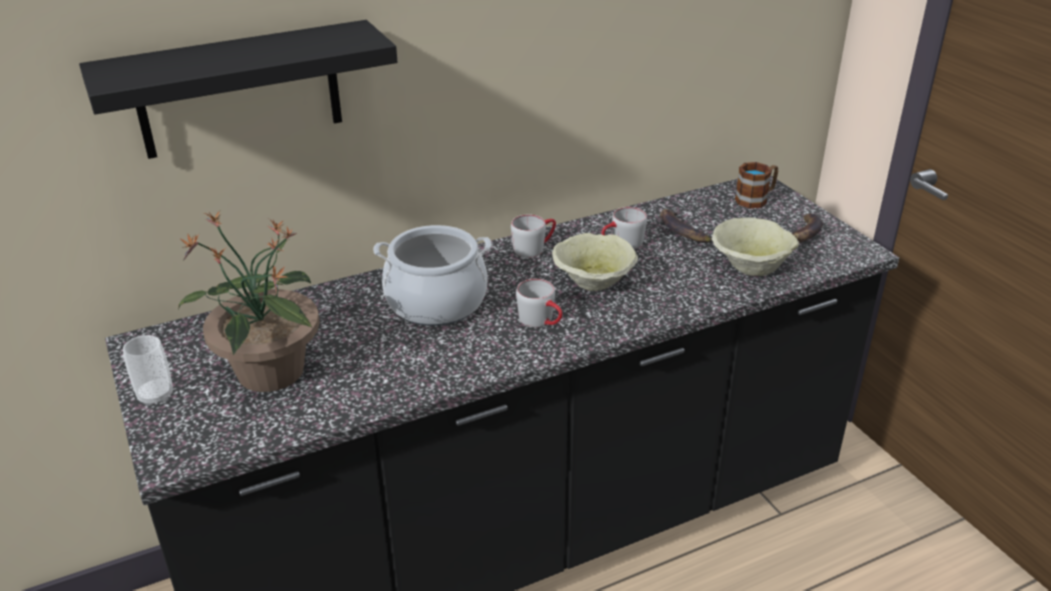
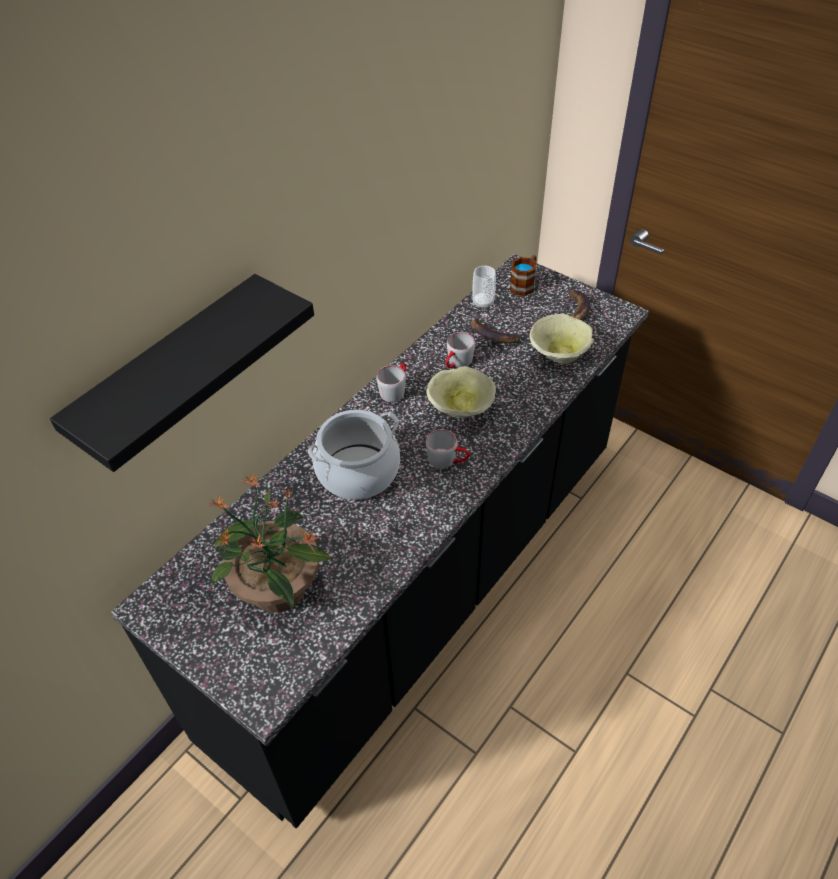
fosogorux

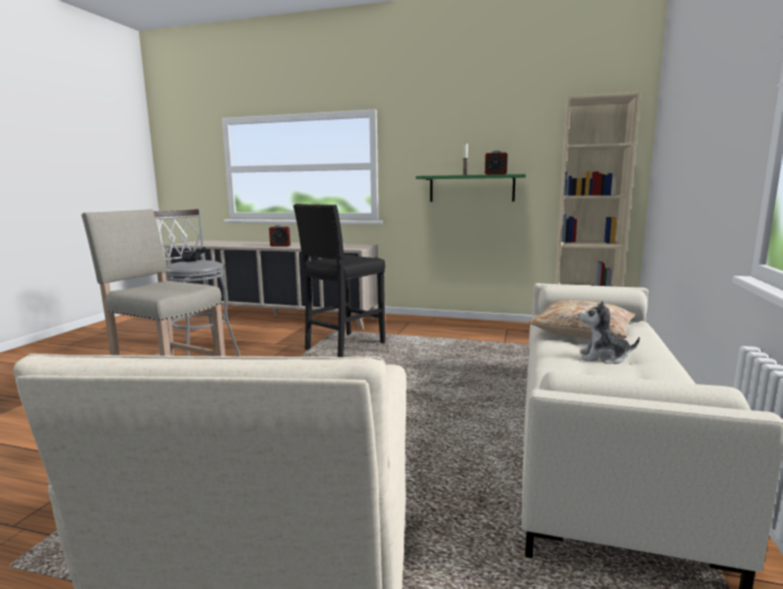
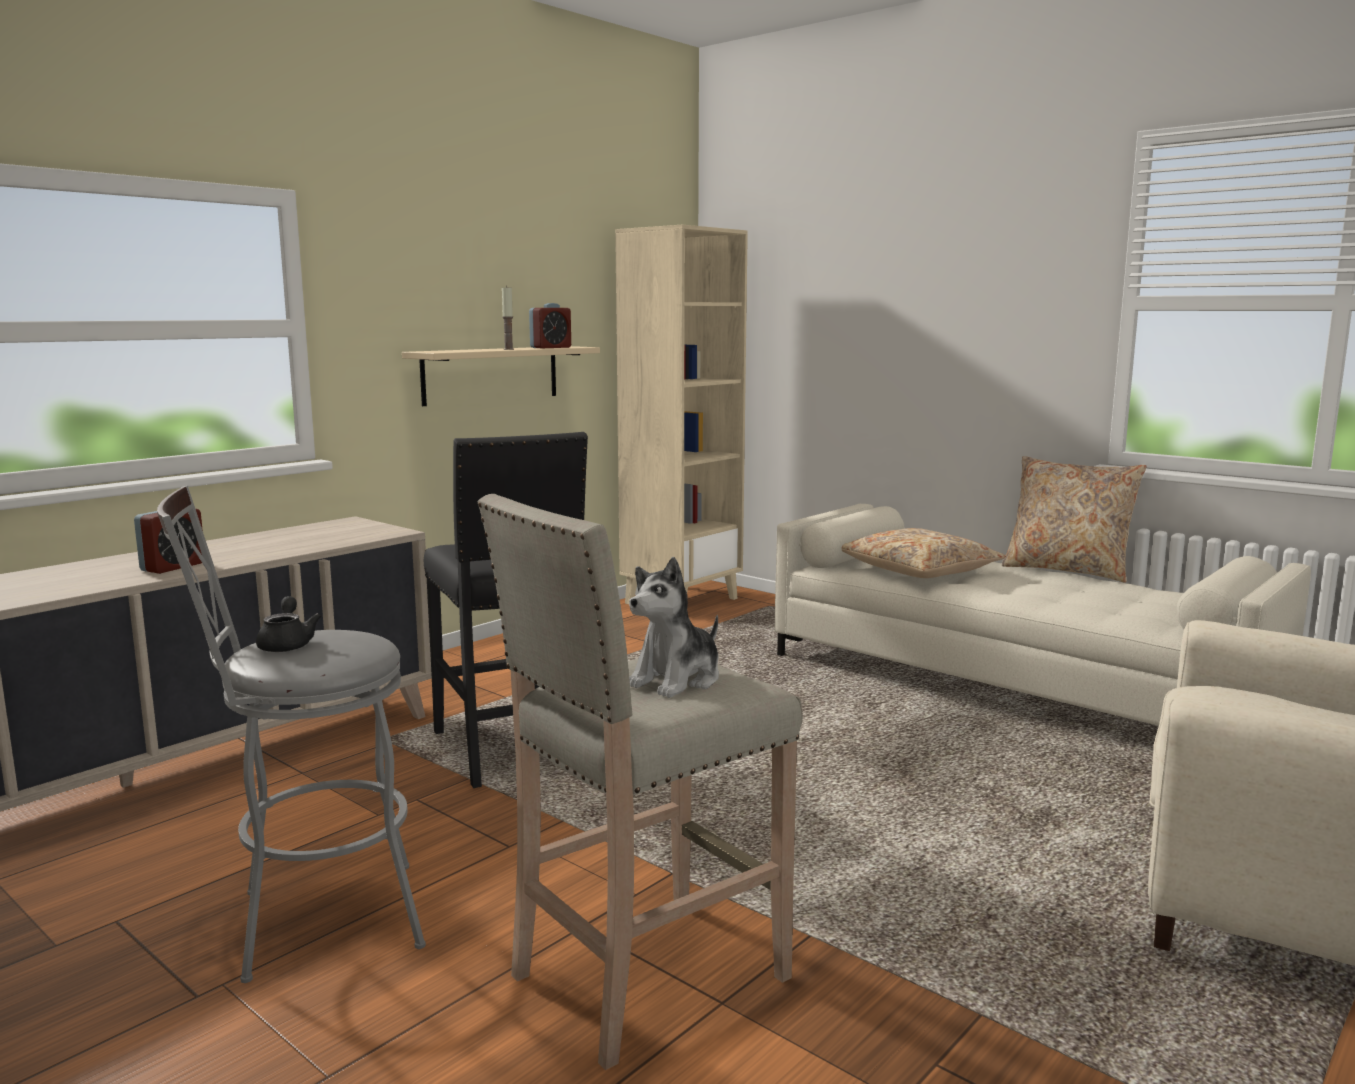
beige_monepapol
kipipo
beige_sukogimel (no. 2 from left)

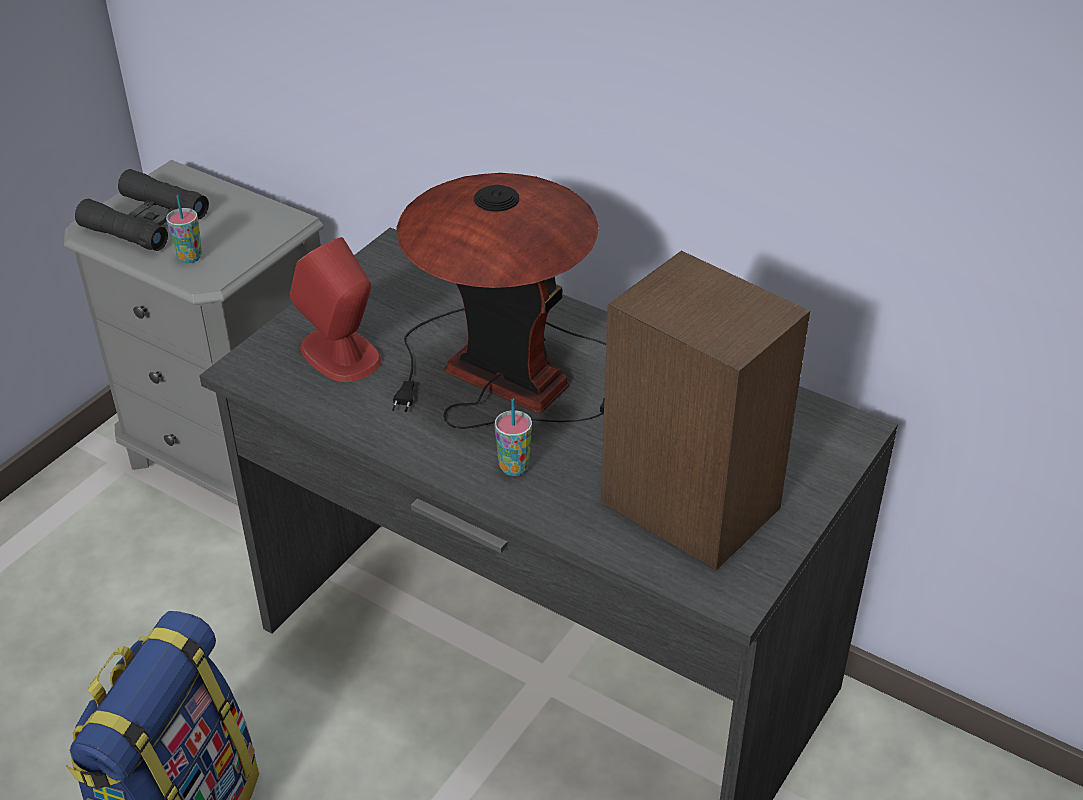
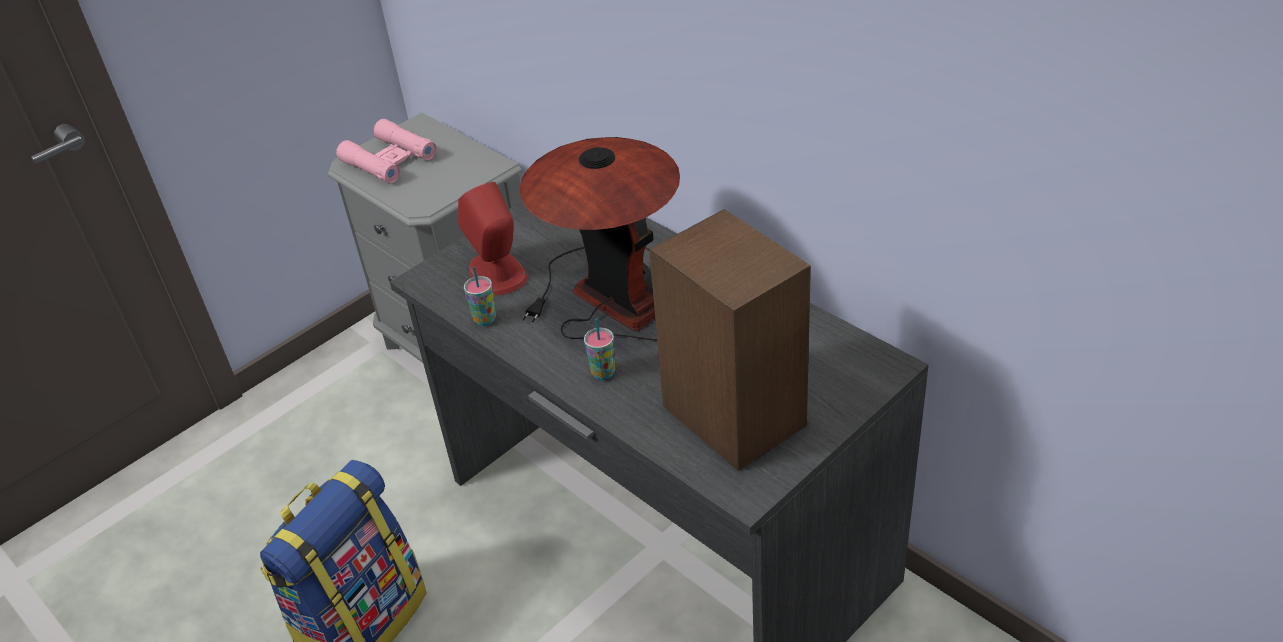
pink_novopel
fosogorux (no. 1 from left)

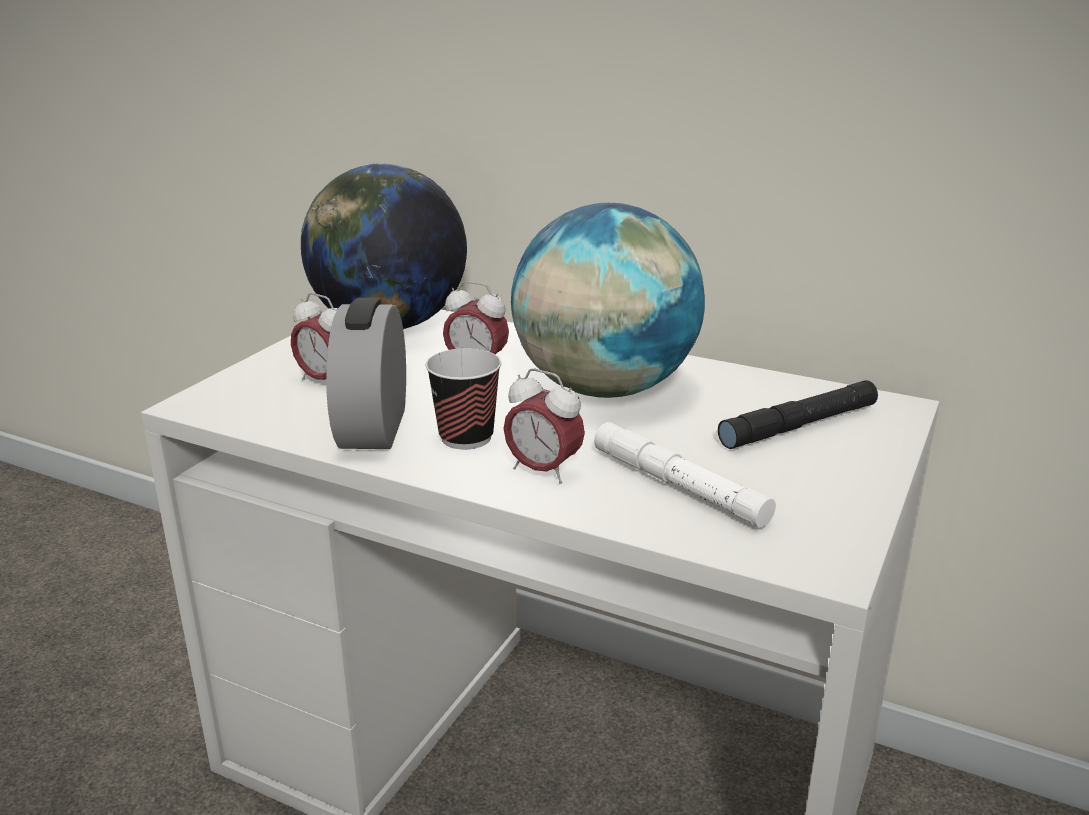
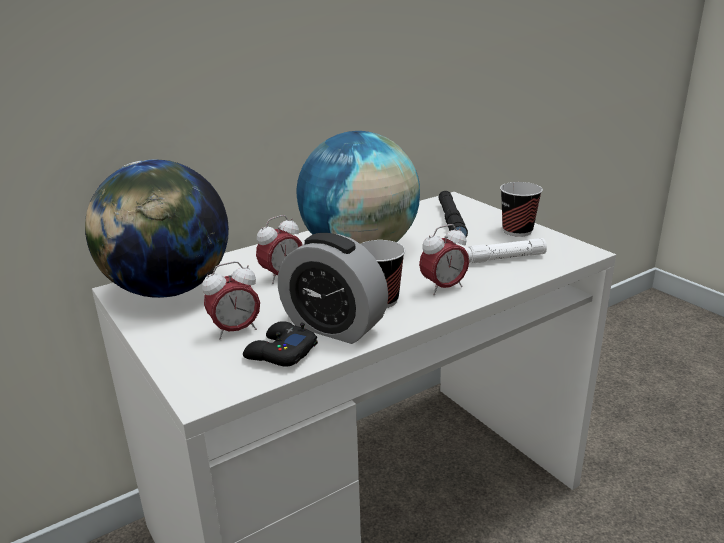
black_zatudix
fosogorux (no. 2 from left)

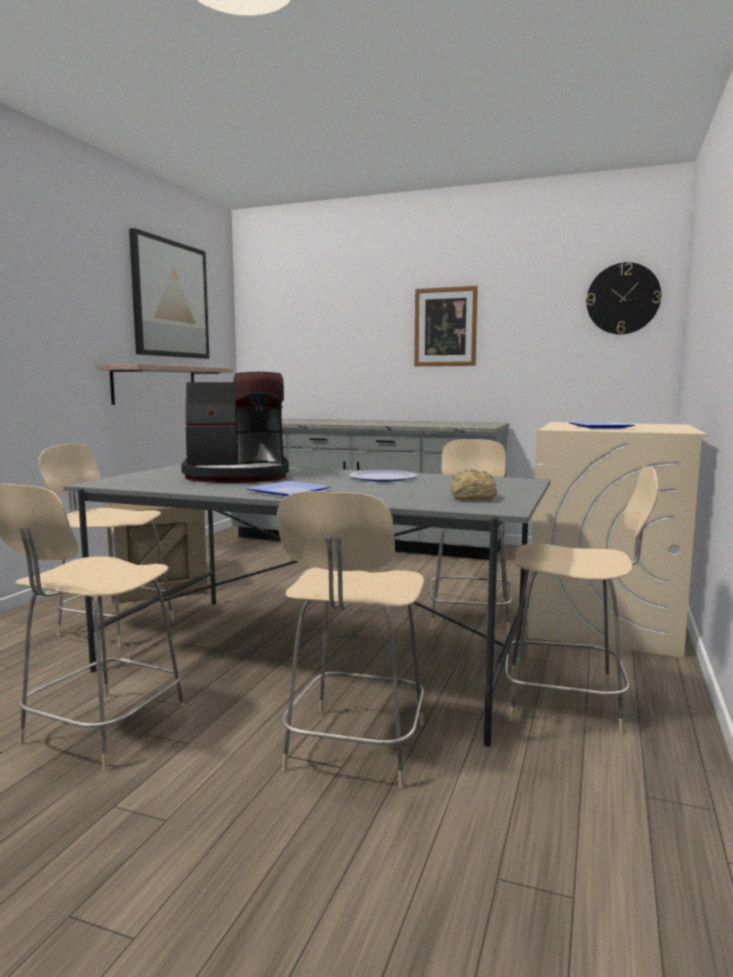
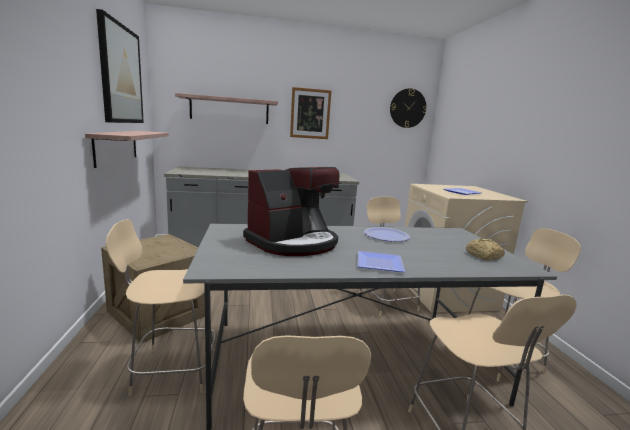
monepapol (no. 2 from left)

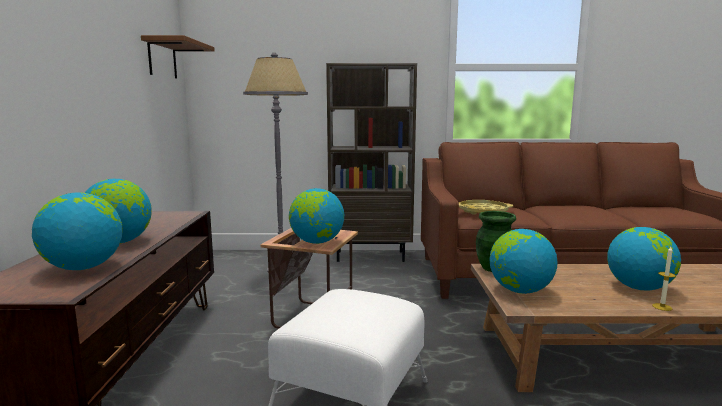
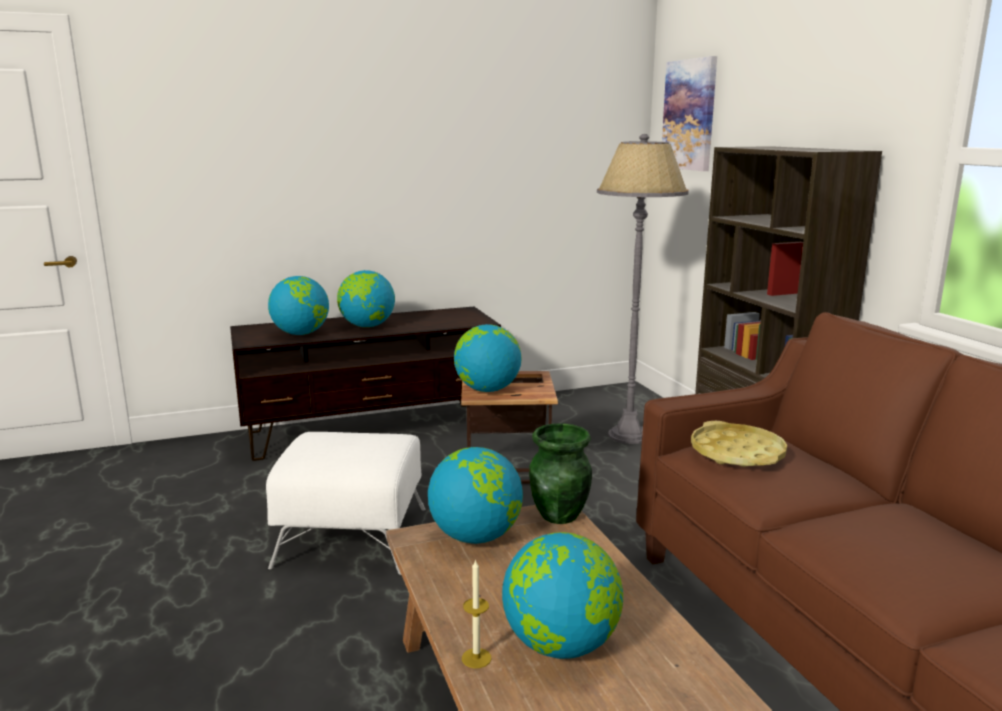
brown_monepapol
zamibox

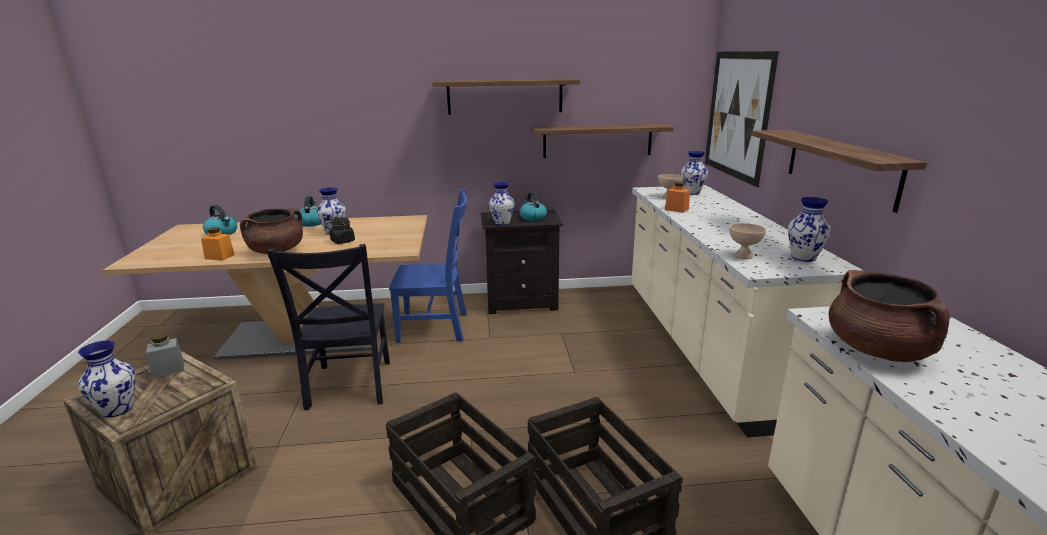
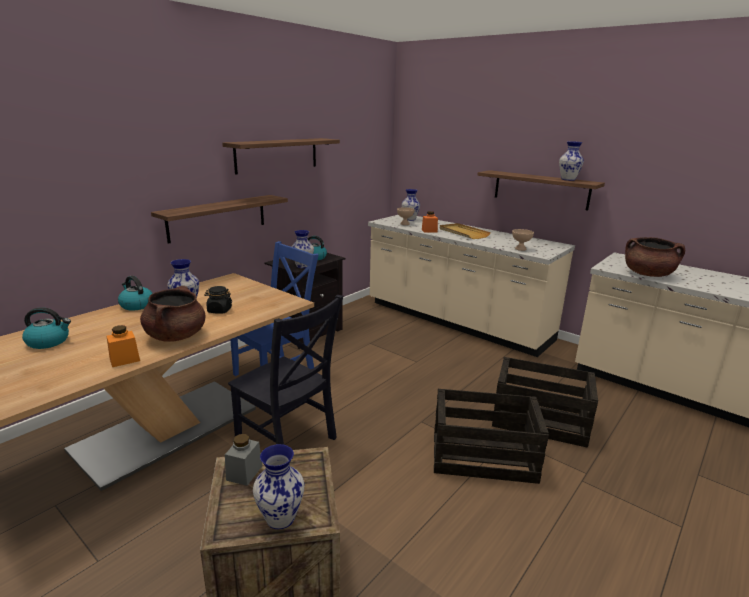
monepapol (no. 1 from left)
zamibox
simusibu (no. 5 from left)
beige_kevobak

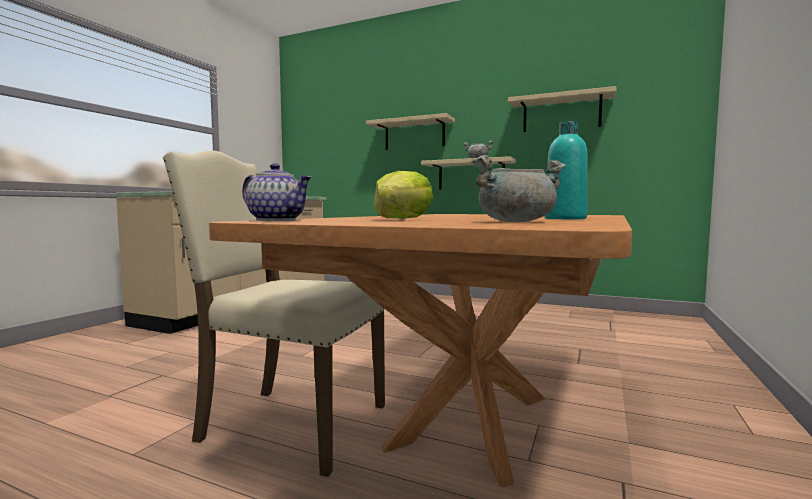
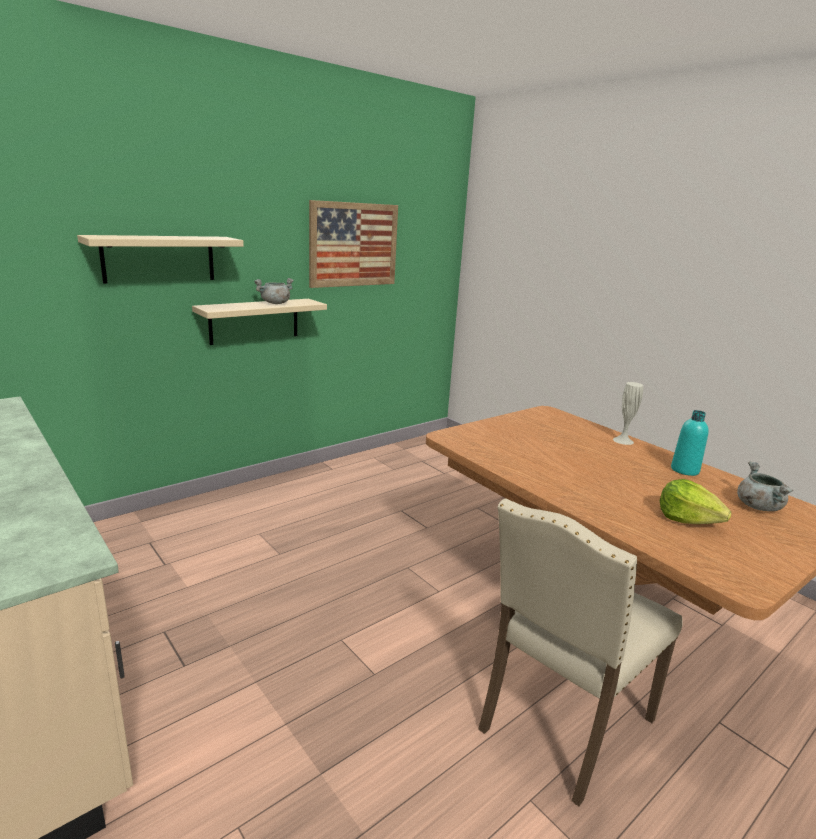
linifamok
zamibox
white_simusibu

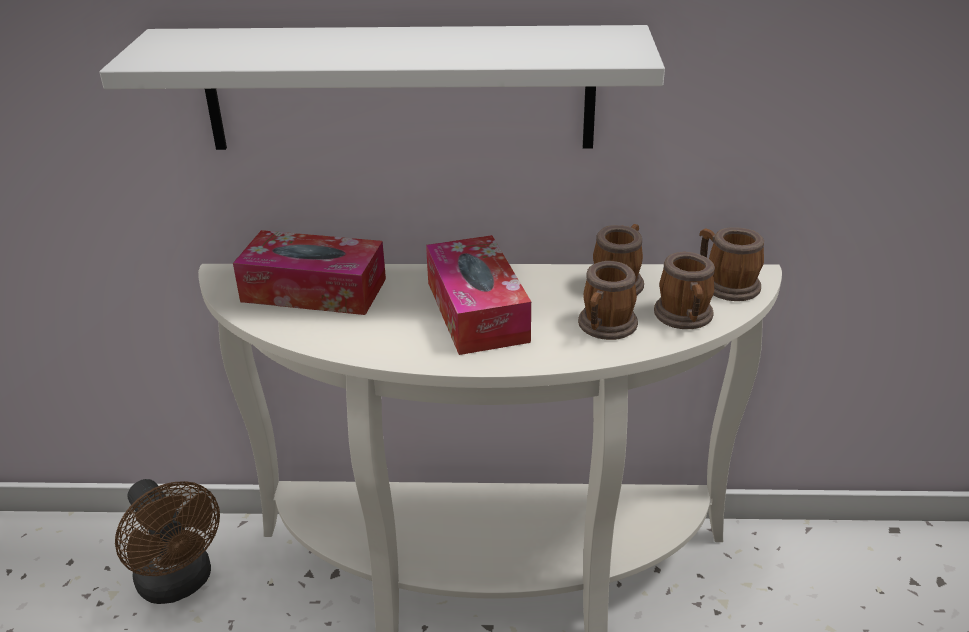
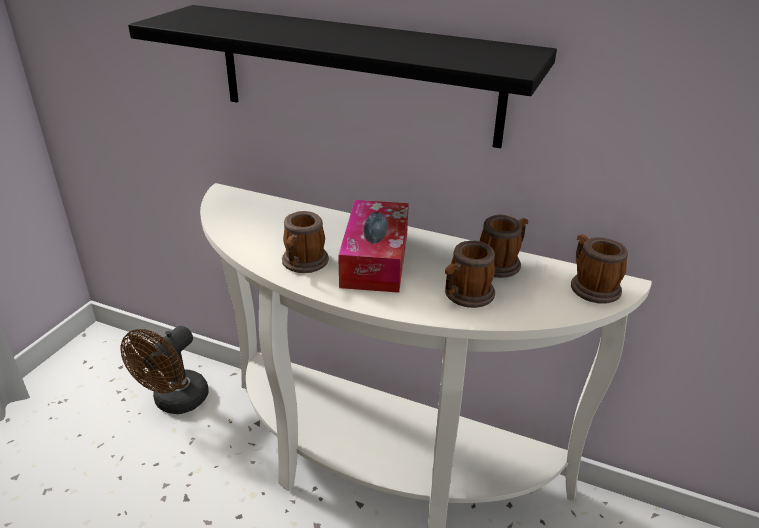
black_monepapol
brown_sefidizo
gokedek (no. 1 from left in the first image)
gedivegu (no. 1 from left)

